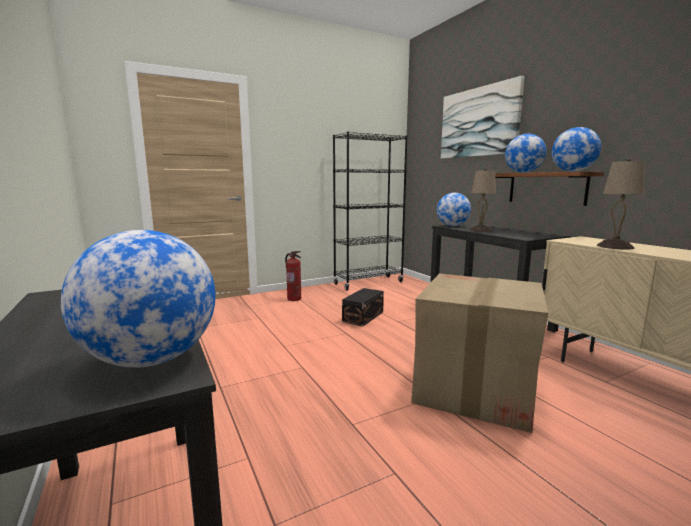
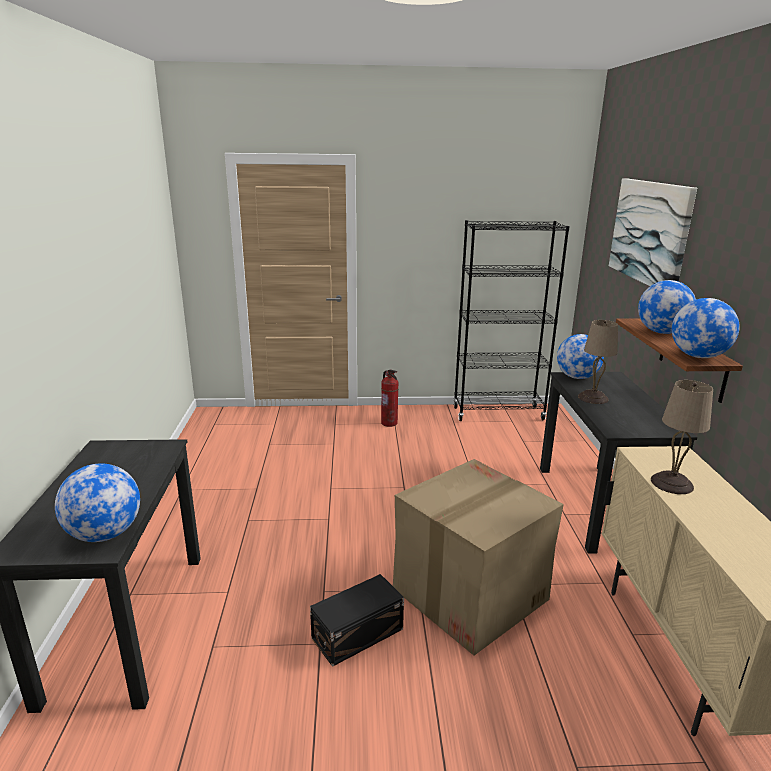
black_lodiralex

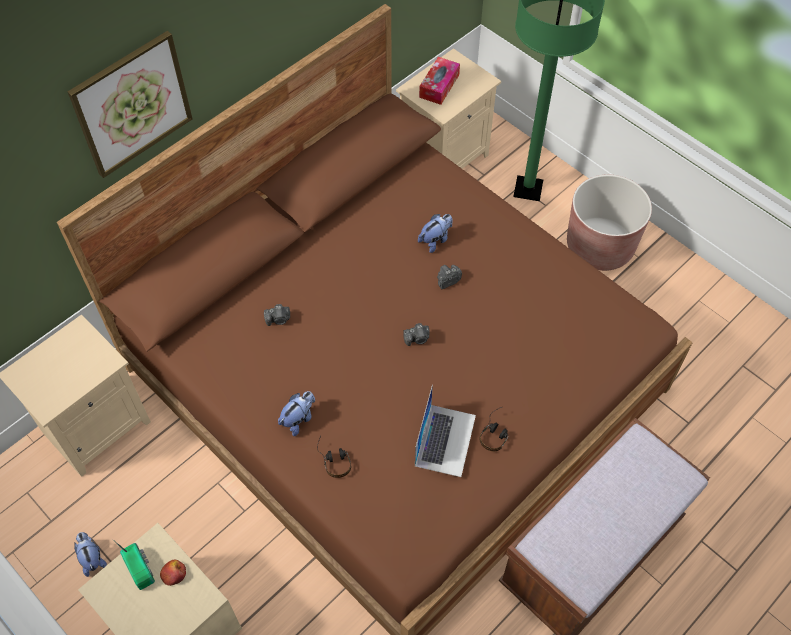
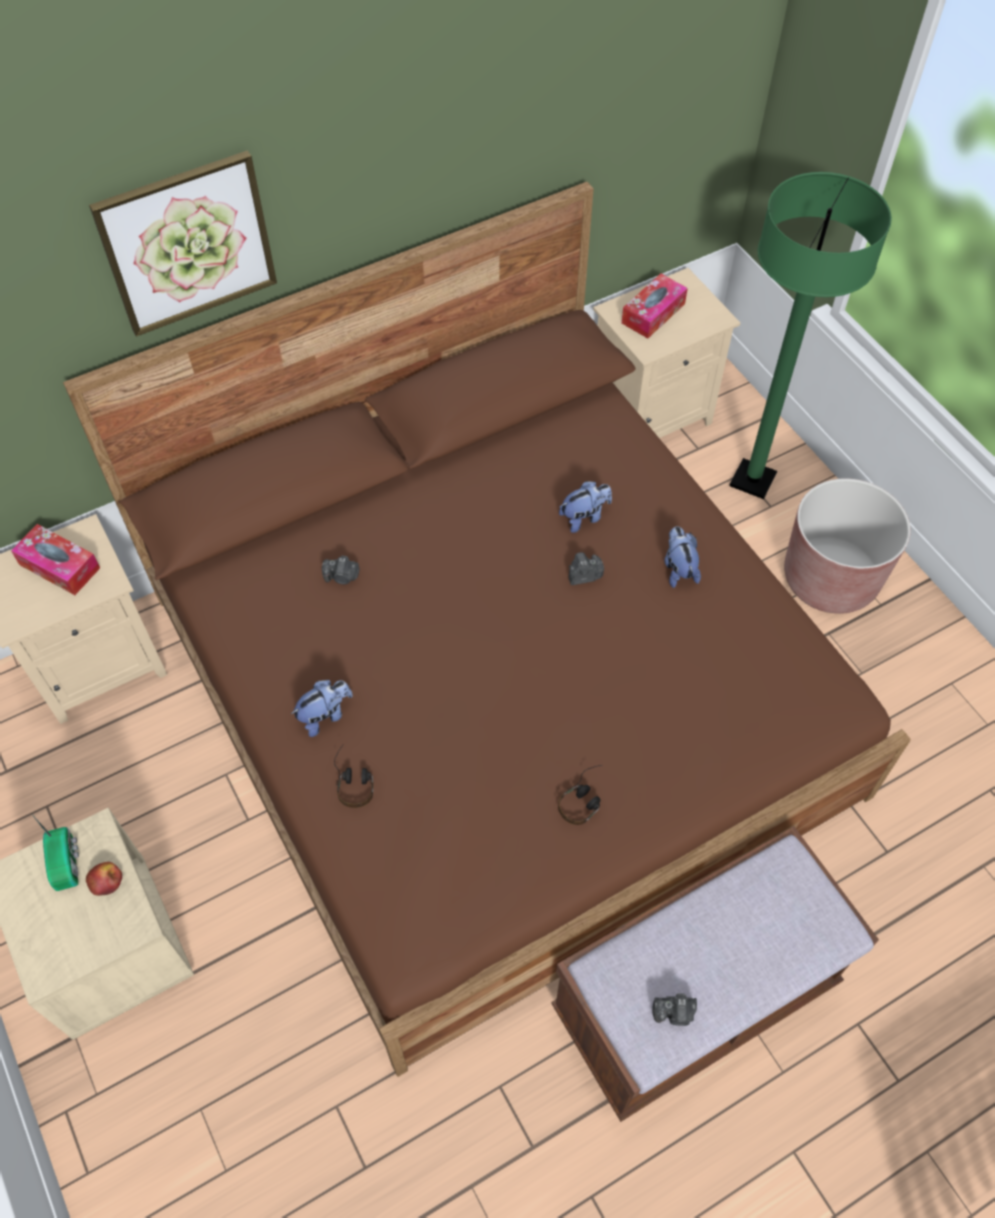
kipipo (no. 3 from left)
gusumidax (no. 3 from left)
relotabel
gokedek (no. 1 from left)

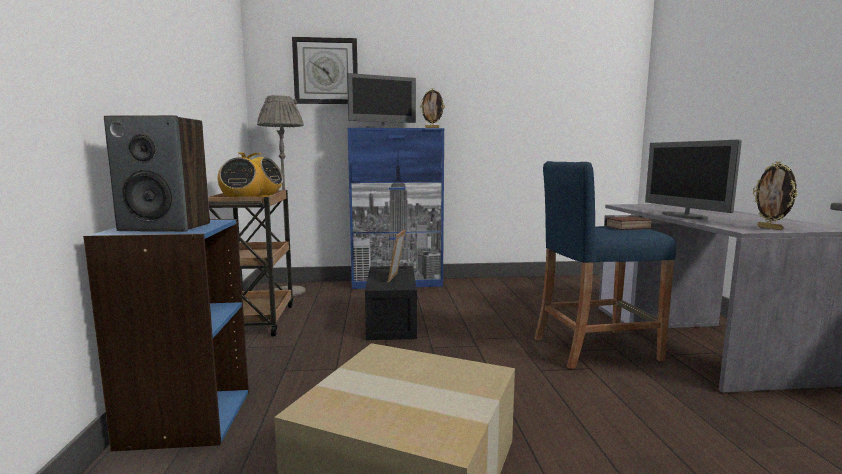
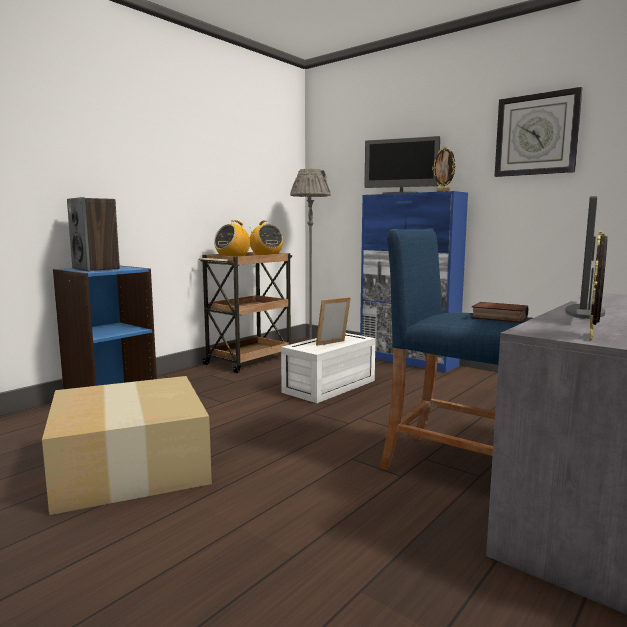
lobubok
white_lodiralex

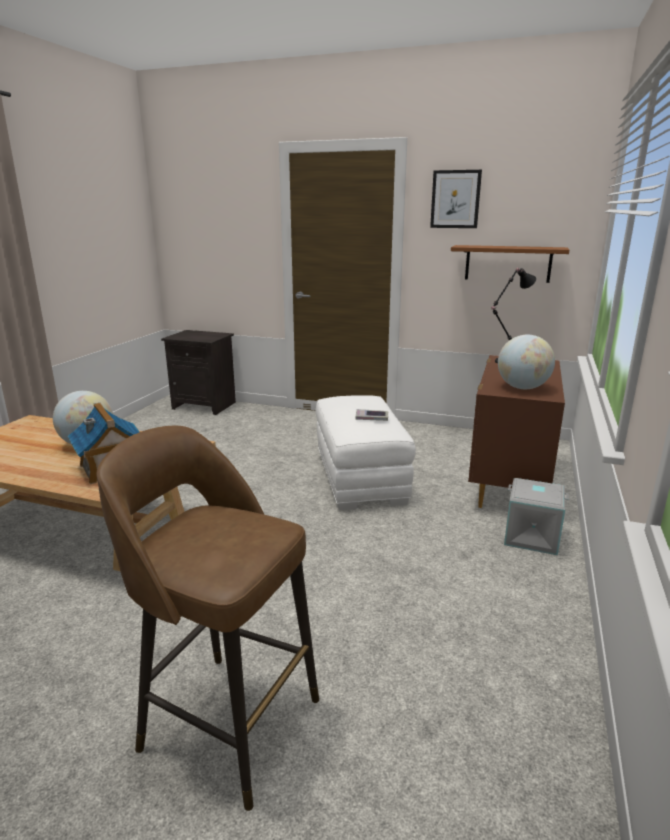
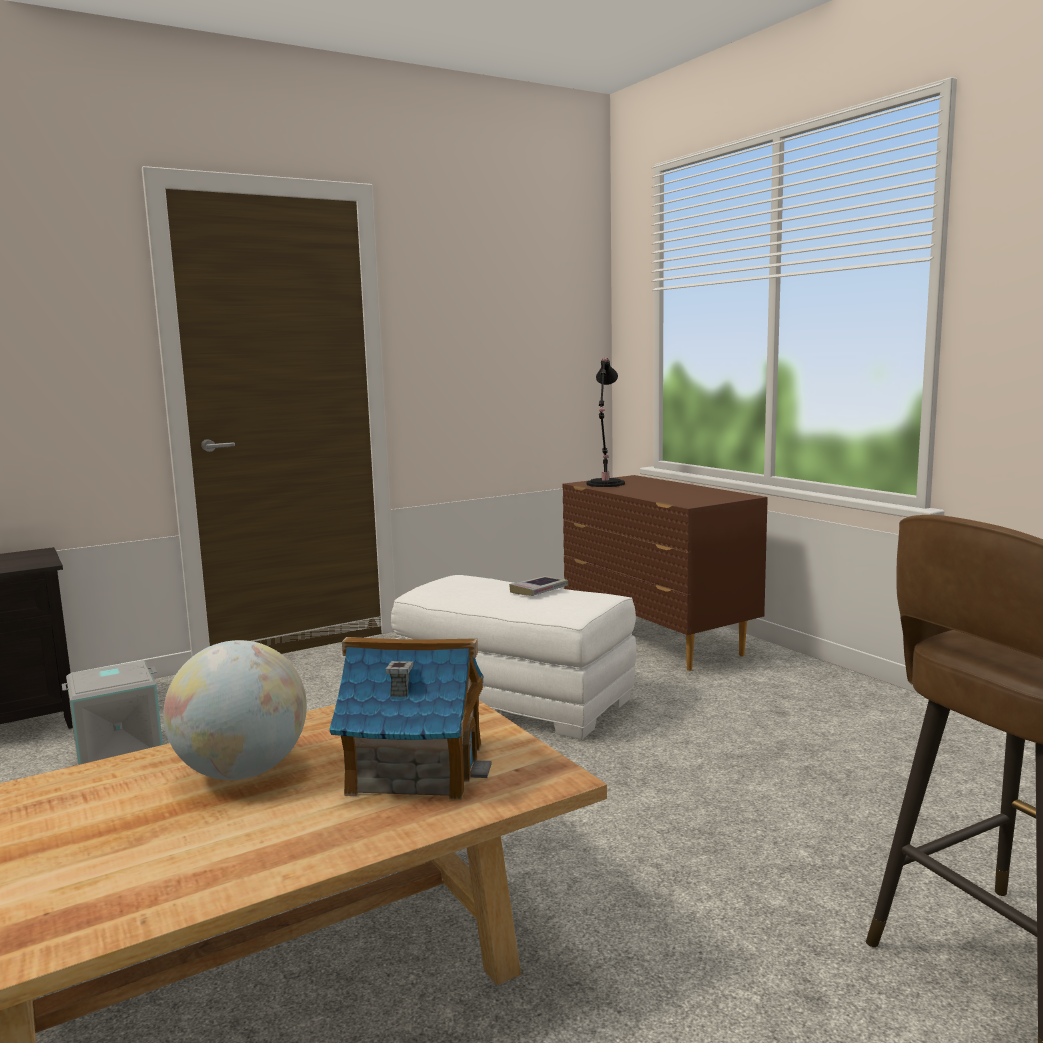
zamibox
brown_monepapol
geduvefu (no. 2 from left in the first image)
grey_lodiralex

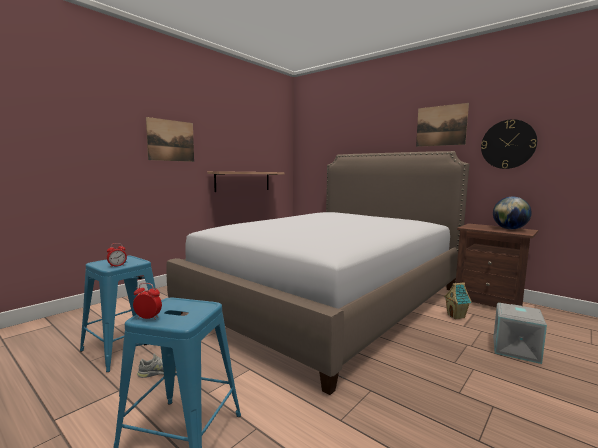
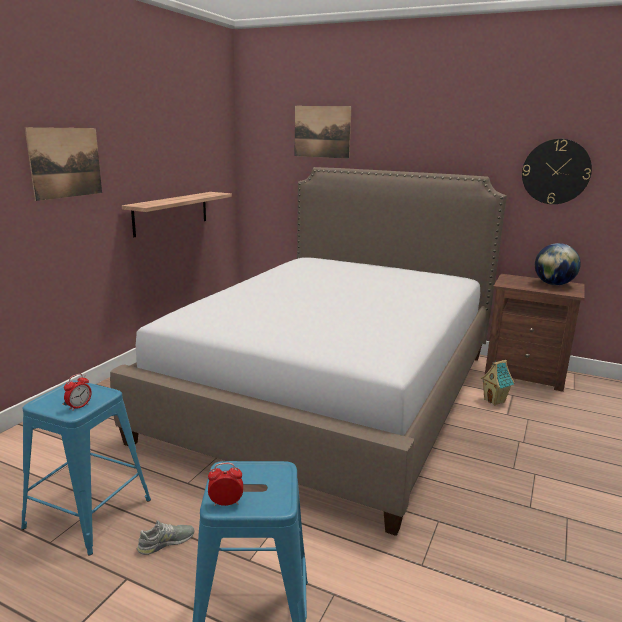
zamibox (no. 2 from left)
grey_lodiralex

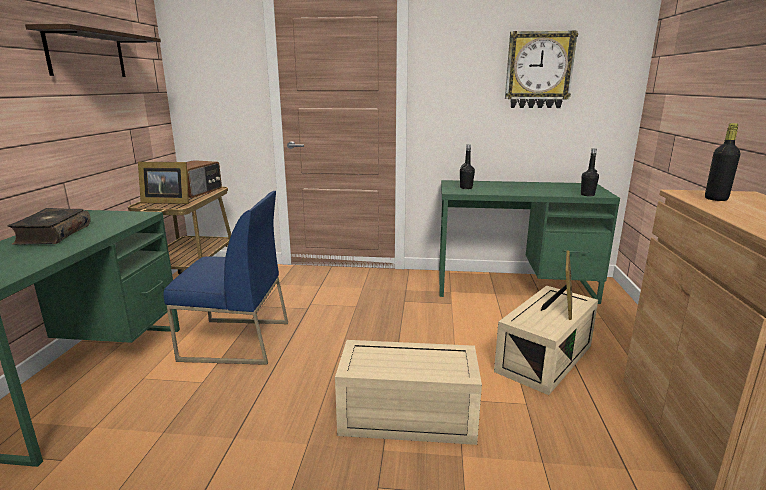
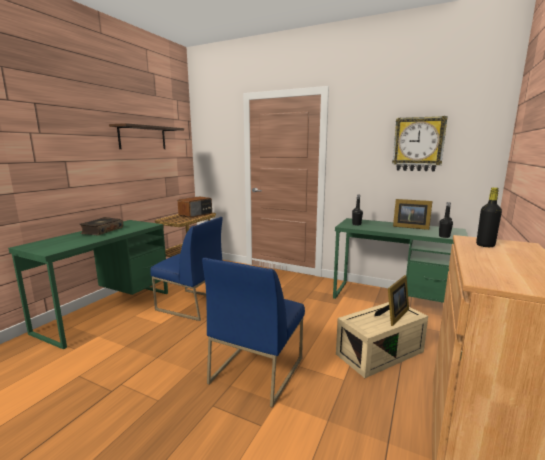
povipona (no. 2 from left)
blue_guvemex (no. 2 from left)

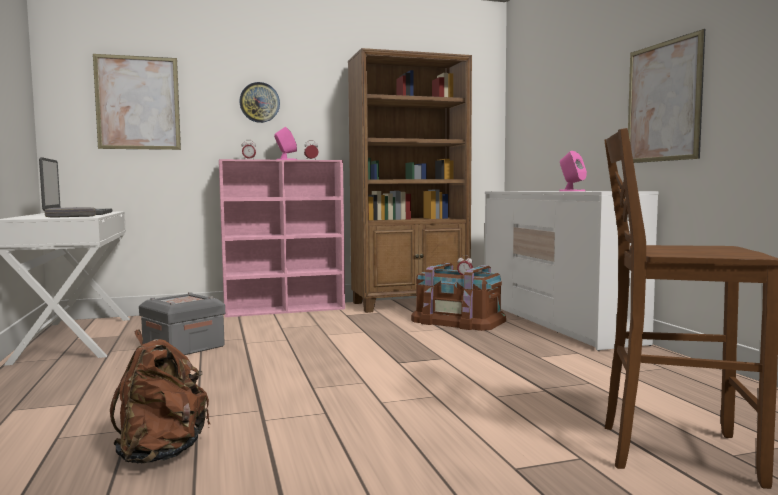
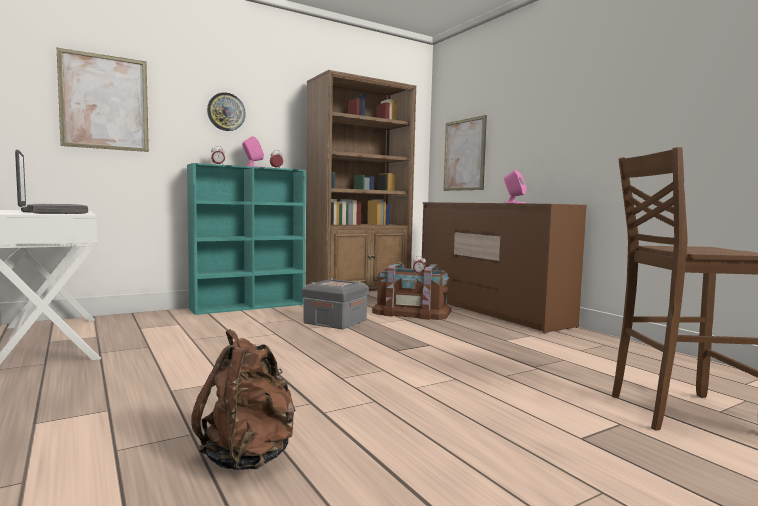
grey_lodiralex
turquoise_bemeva
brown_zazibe
zamibox (no. 2 from left)

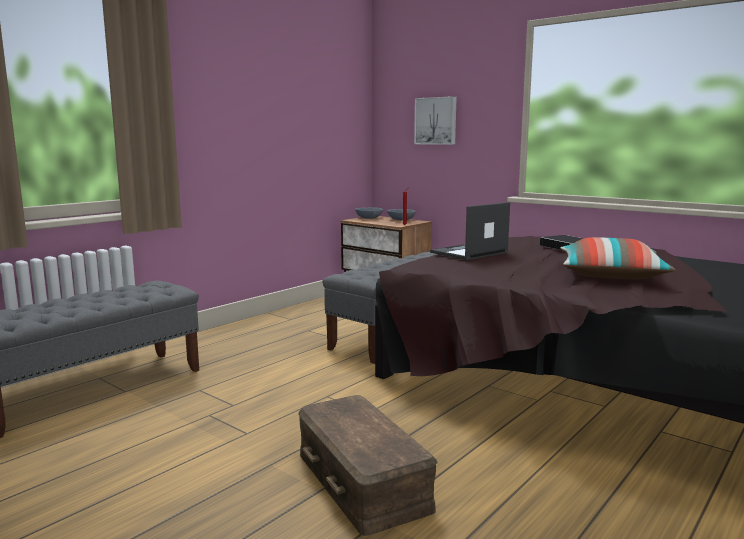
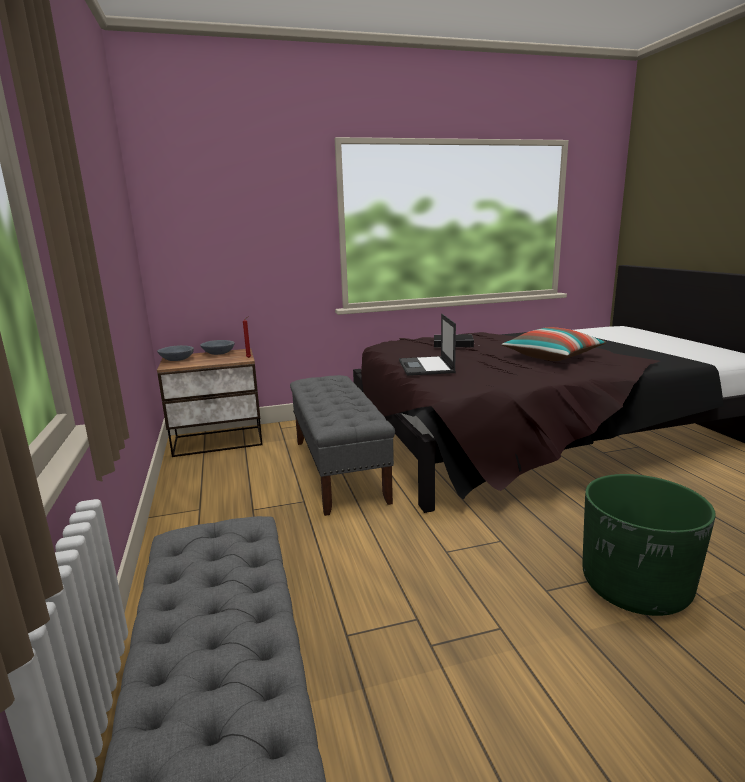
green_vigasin
zamibox

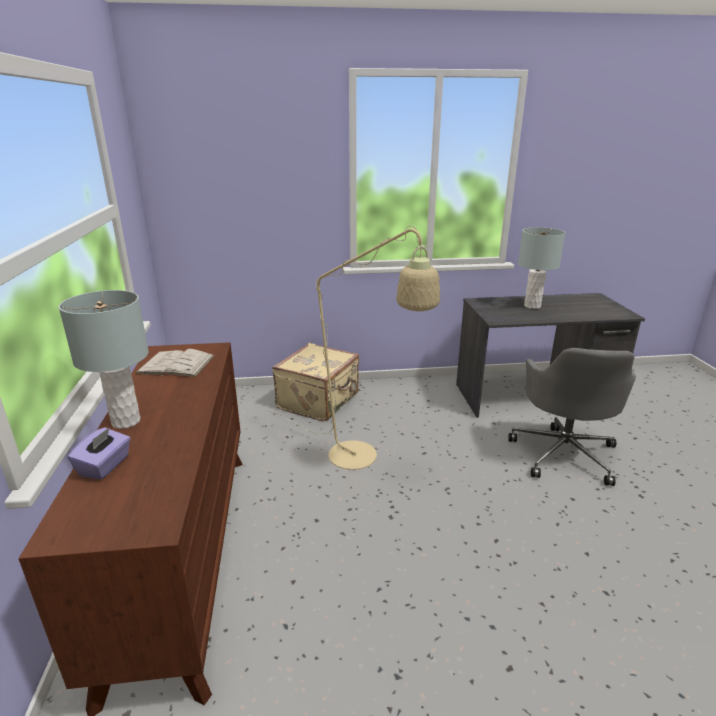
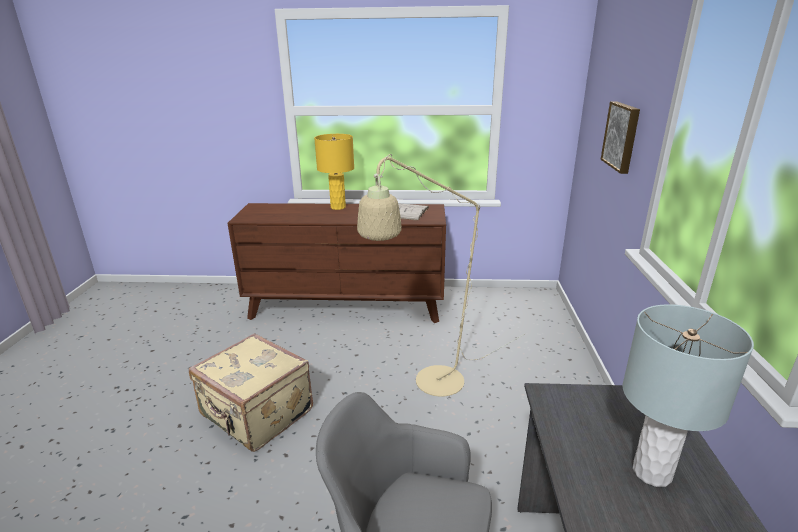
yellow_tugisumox
purple_gokedek
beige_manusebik
zamibox

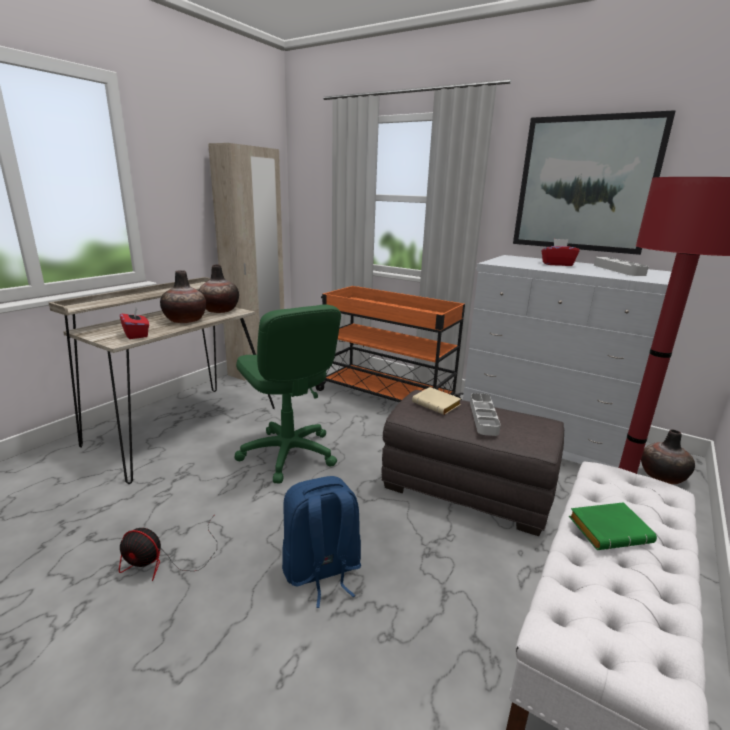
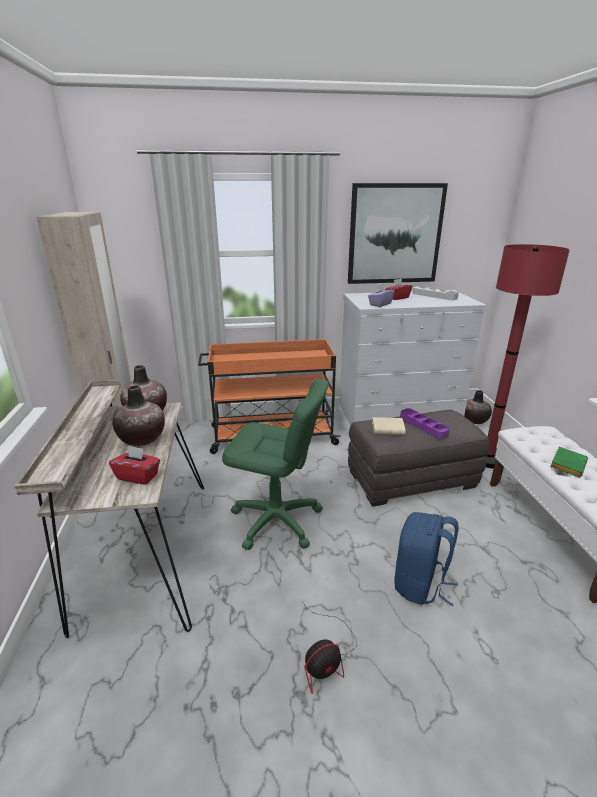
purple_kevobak
purple_gokedek

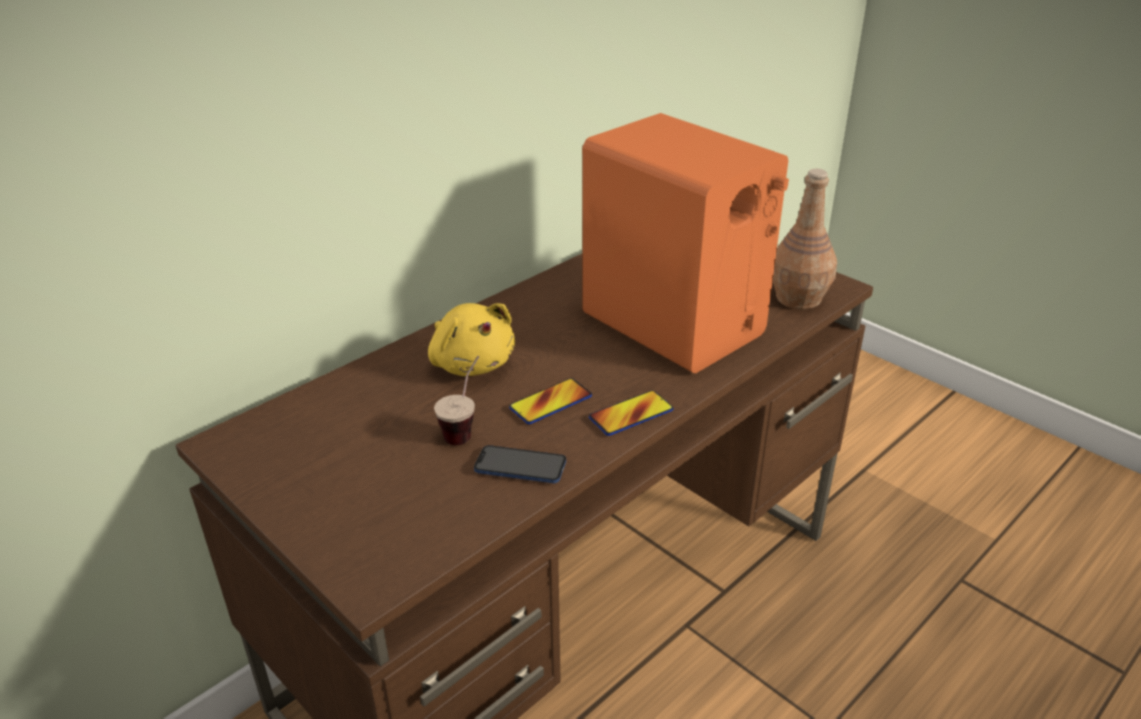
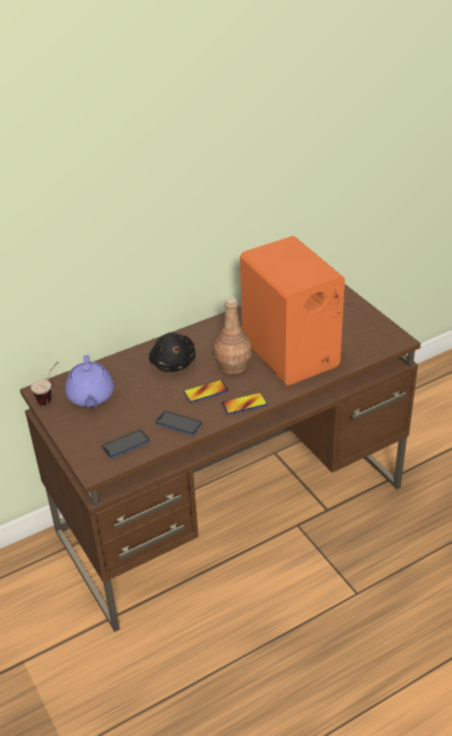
black_kipipo
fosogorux
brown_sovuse
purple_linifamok
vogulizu (no. 1 from left)

